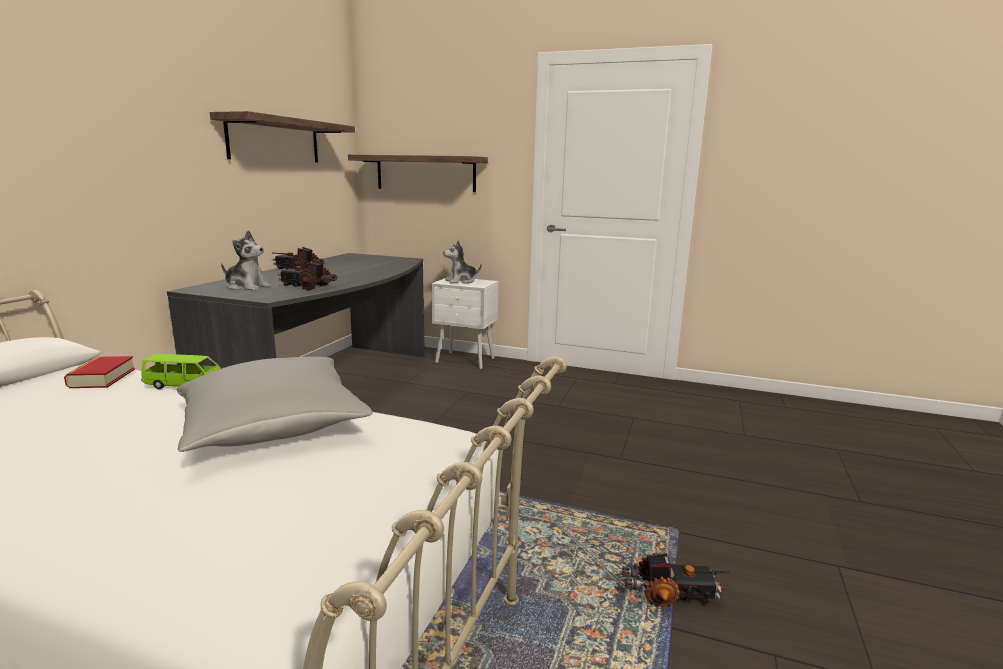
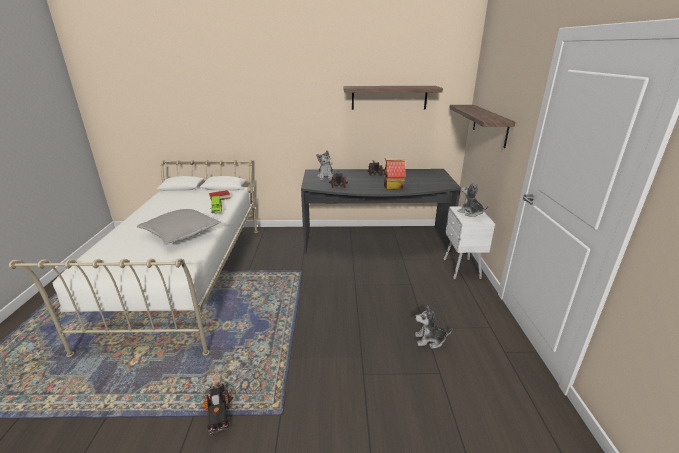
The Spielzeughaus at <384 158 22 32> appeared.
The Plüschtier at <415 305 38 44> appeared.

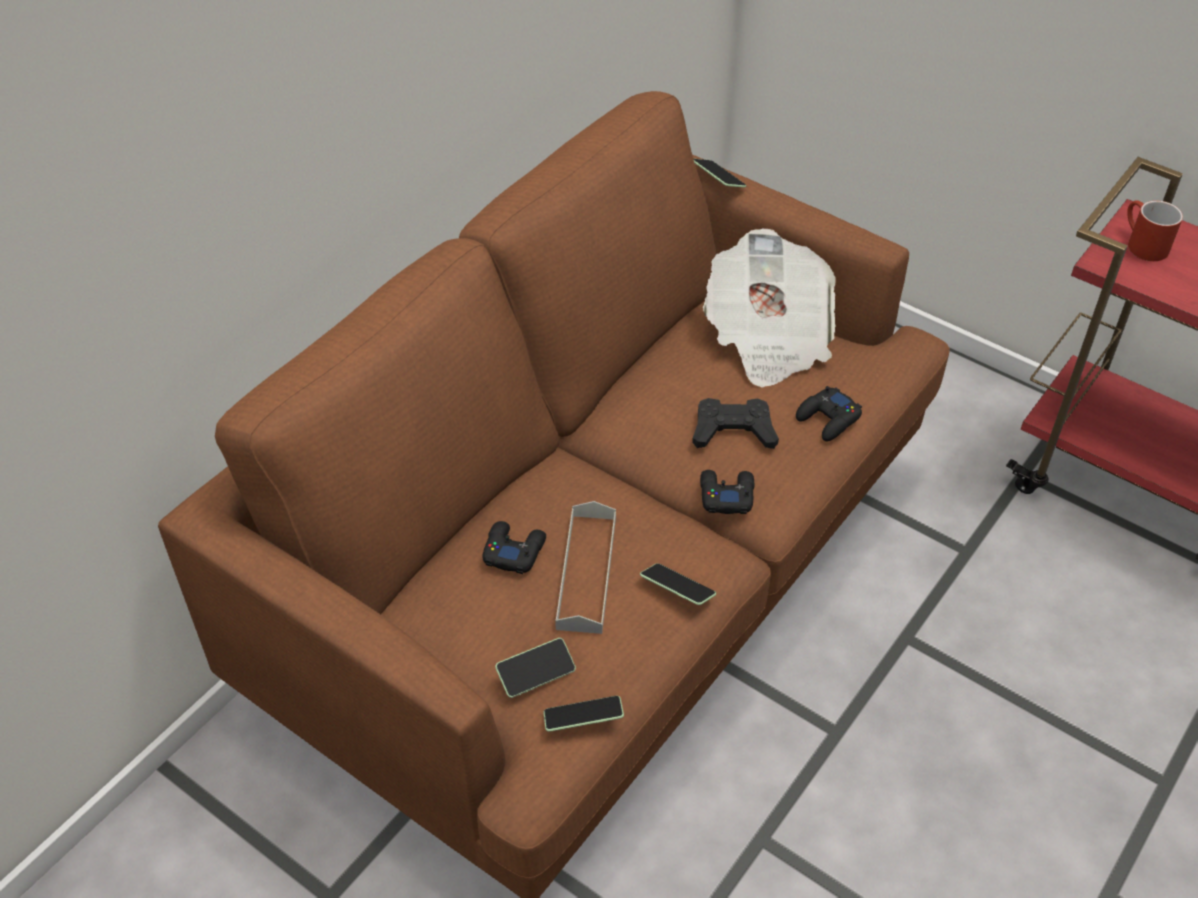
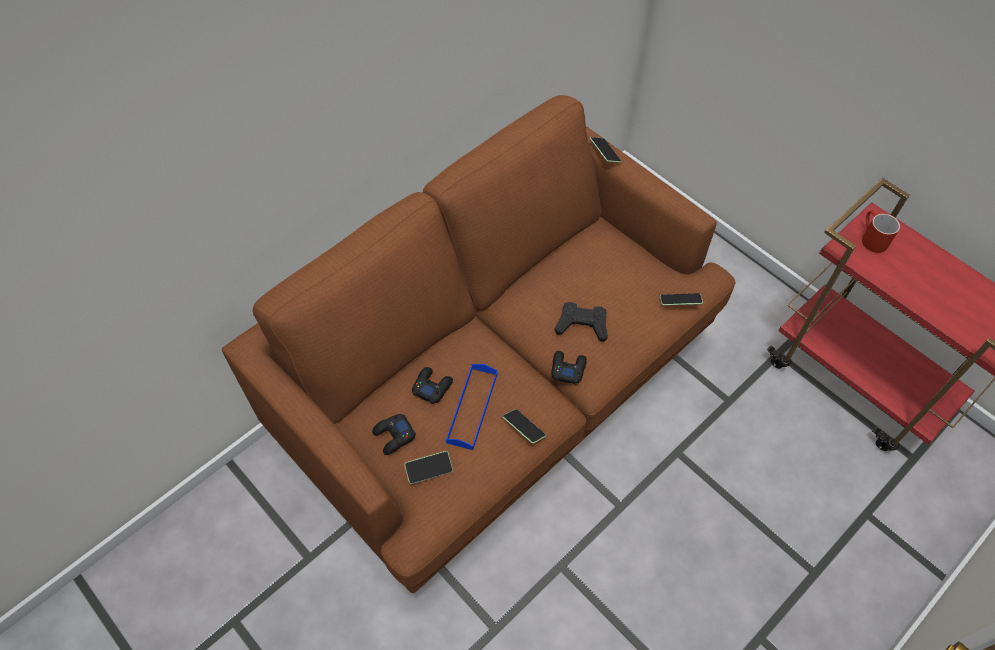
The Handy moved from <543 696 81 36> to <660 293 43 13>.
The Tablett (grau) at <555 501 61 133> became the Tablett (blau) at <446 364 51 86>.
The Zeitung at <703 229 133 159> disappeared.
The Gamepad (schwarz) moved from <796 386 66 55> to <372 414 44 41>.

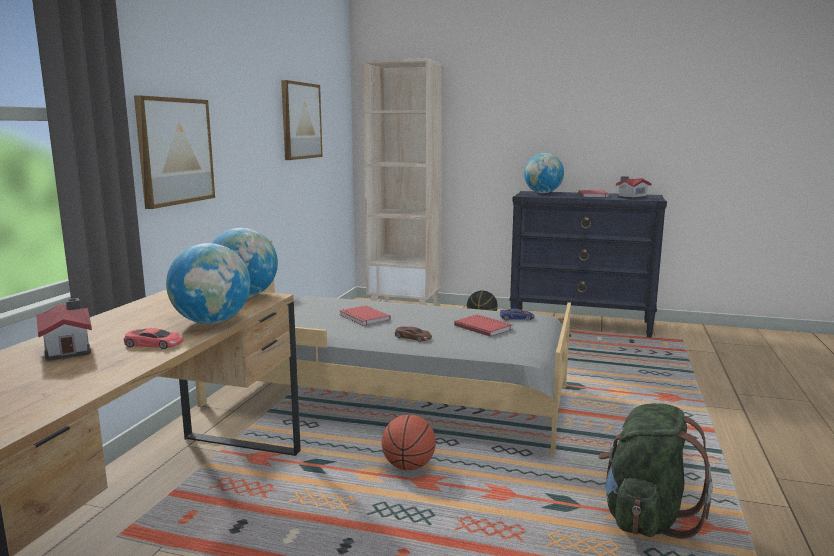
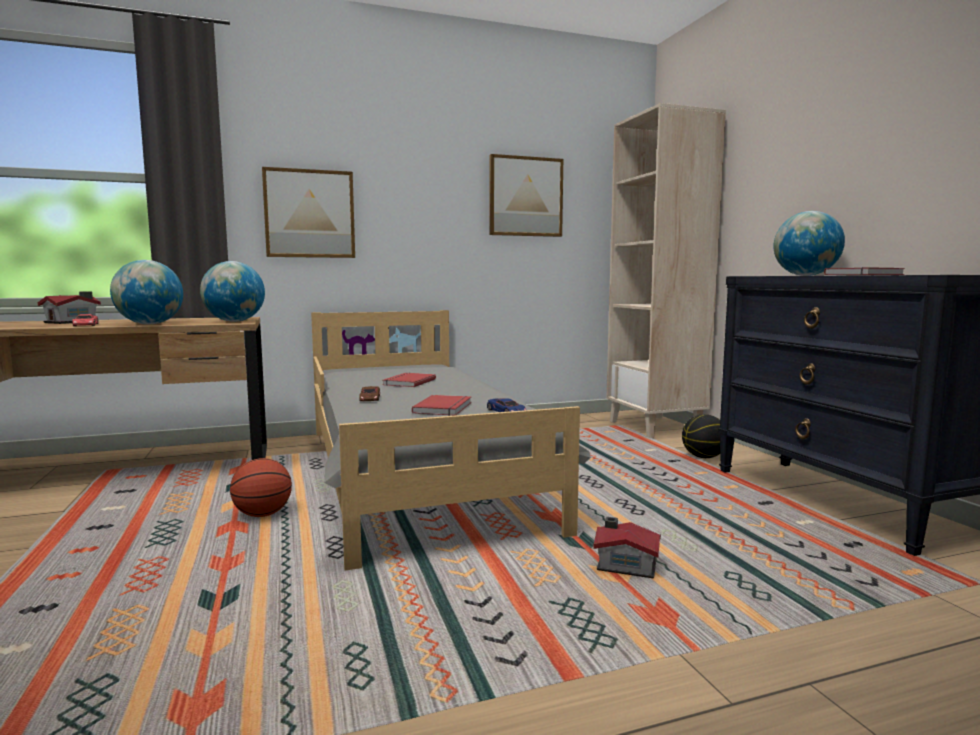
The Rucksack (grün) at <598 403 115 136> disappeared.
The Spielzeughaus moved from <616 176 35 23> to <594 517 67 61>.

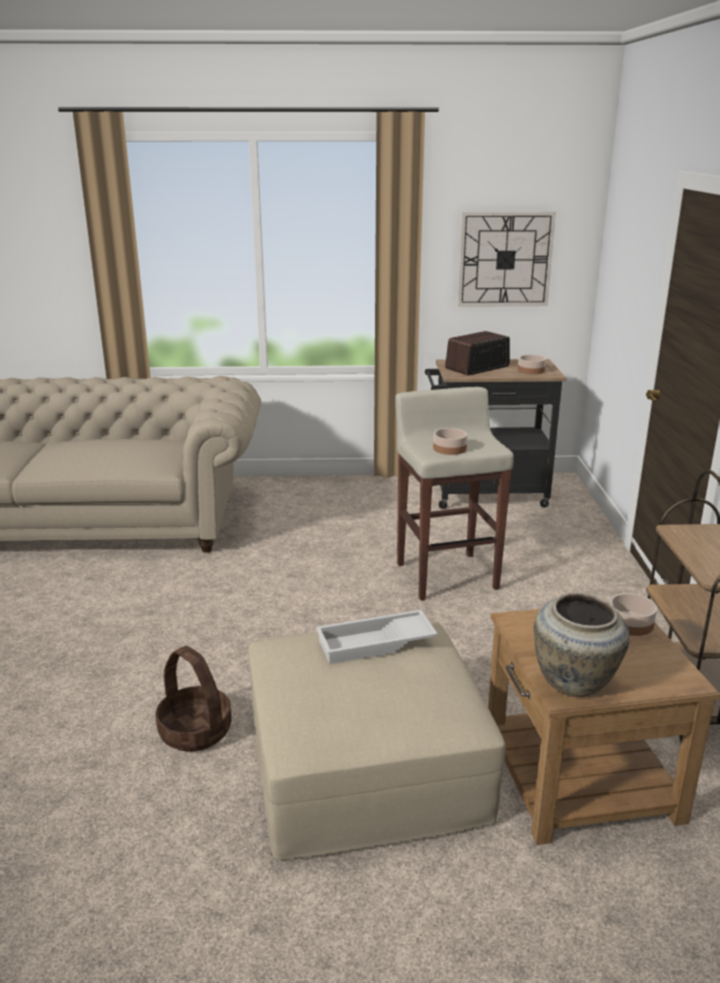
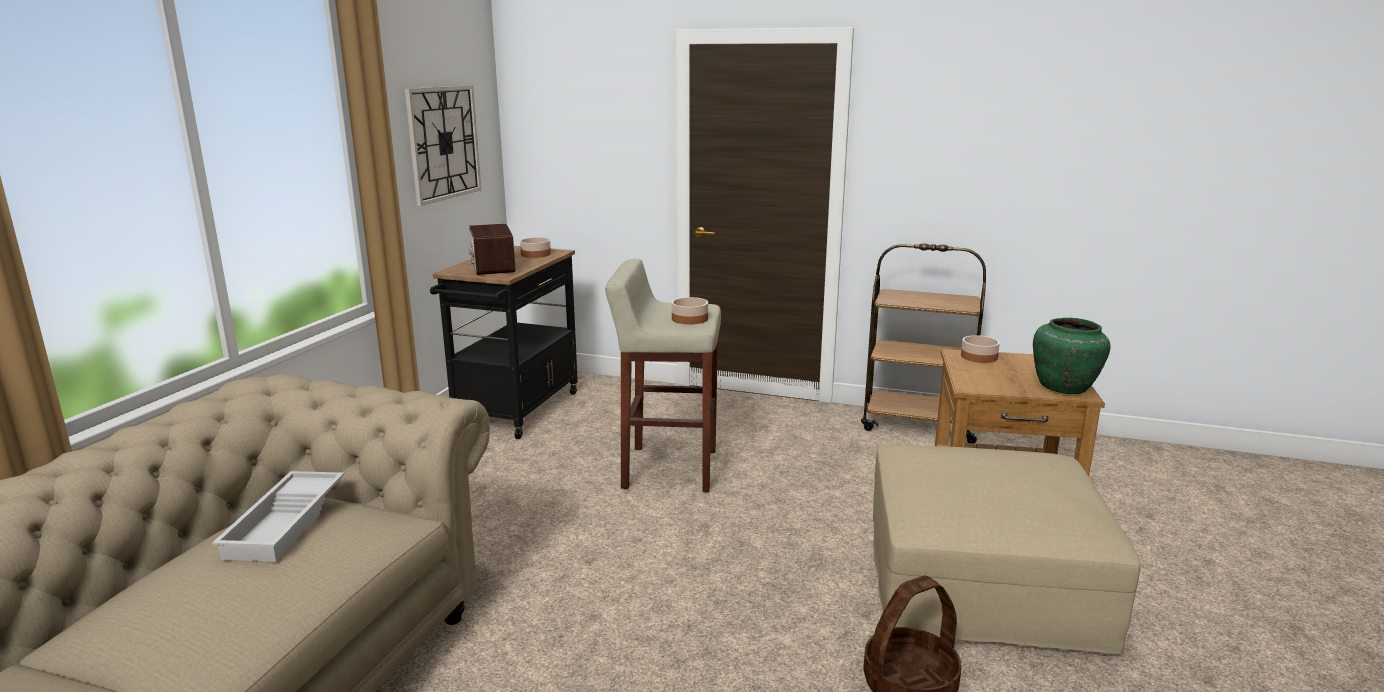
The Tablett (weiß) moved from <316 610 122 54> to <212 471 132 91>.
The Vase (beige) at <534 593 96 104> became the Vase (grün) at <1033 318 78 76>.

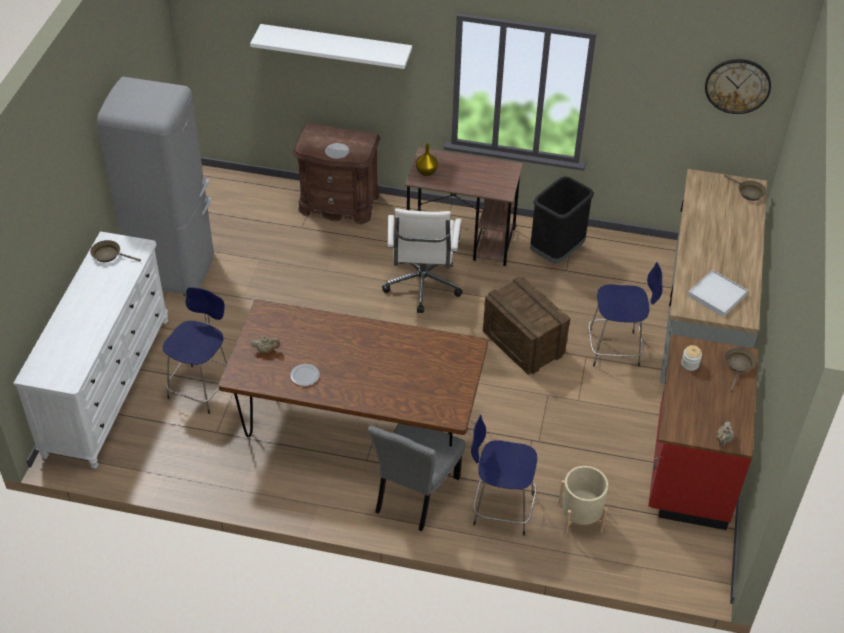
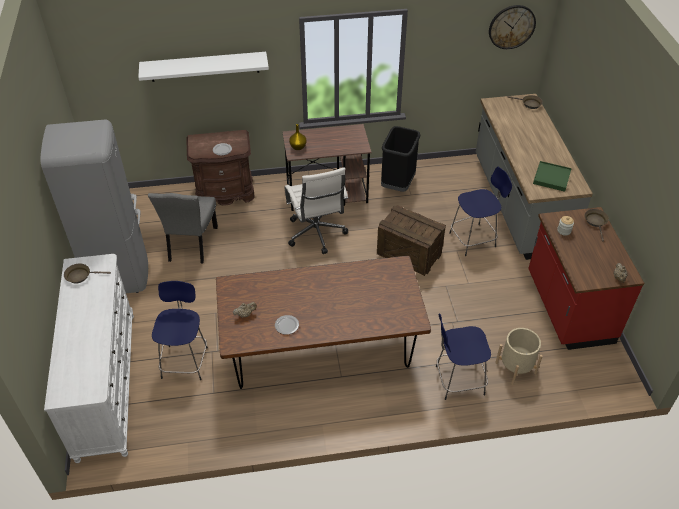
The Stuhl (grau) moved from <368 423 98 108> to <148 193 70 70>.
The Tablett (weiß) at <688 270 60 47> became the Tablett (grün) at <533 161 39 31>.

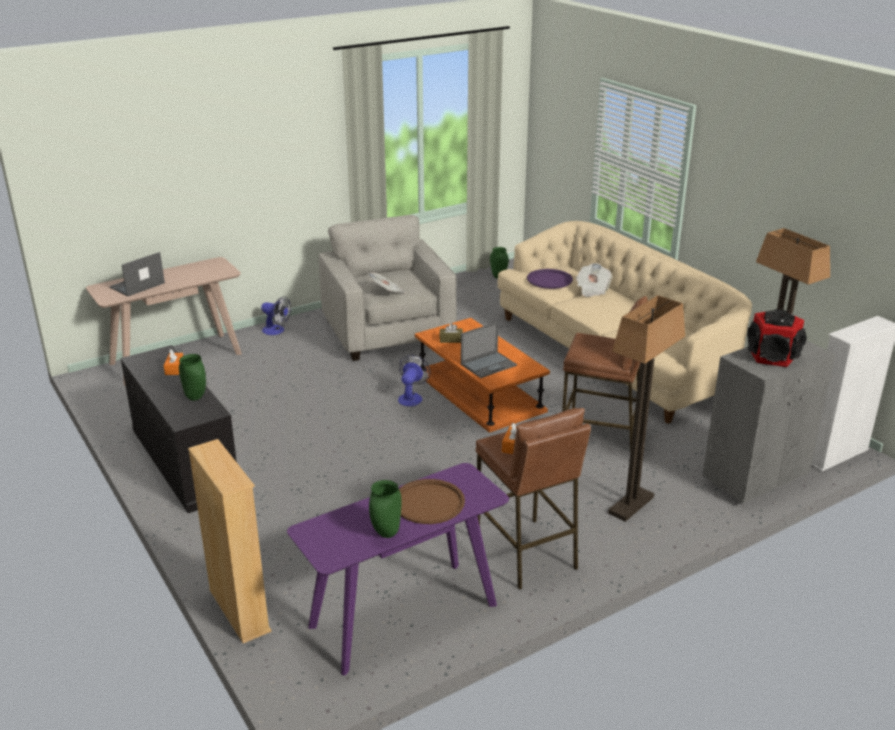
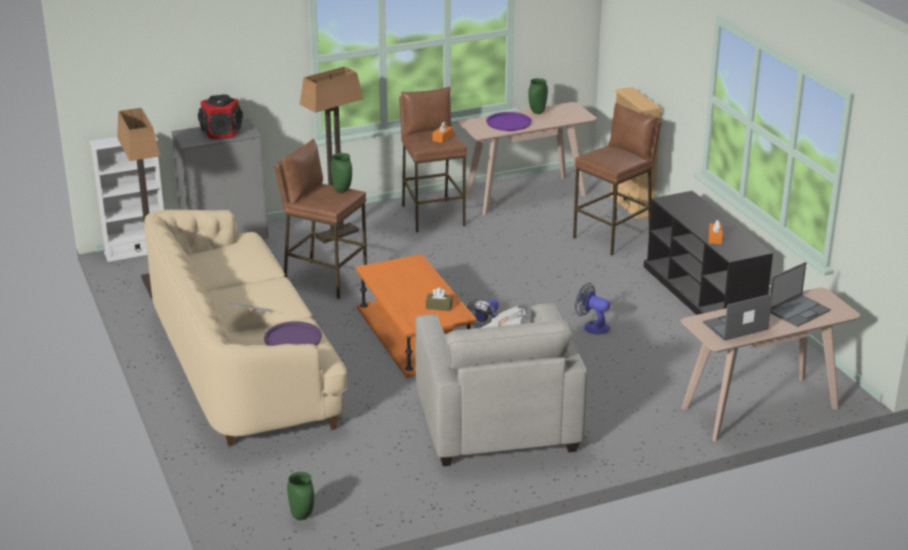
The Vase (grün) moved from <179 354 27 47> to <331 153 21 40>.
The Ventilator moved from <261 296 30 39> to <575 283 35 52>.
The Konsolentisch (lila) at <287 463 222 213> became the Konsolentisch (beige) at <458 102 139 113>.
The Tablett (braun) at <399 479 66 45> became the Tablett (lila) at <486 112 46 19>.
The Laptop moved from <461 322 56 56> to <703 294 70 47>.
The Hocker (braun) at <573 102 88 153> appeared.

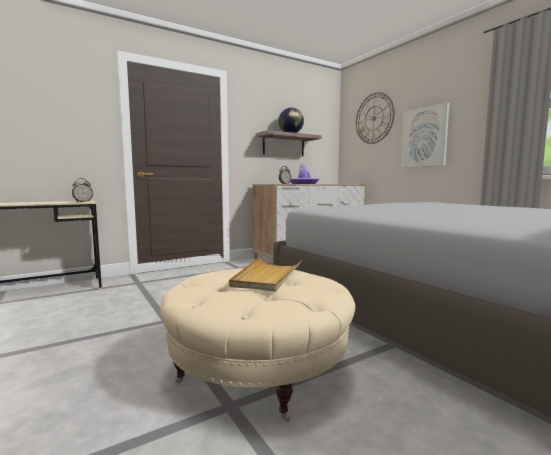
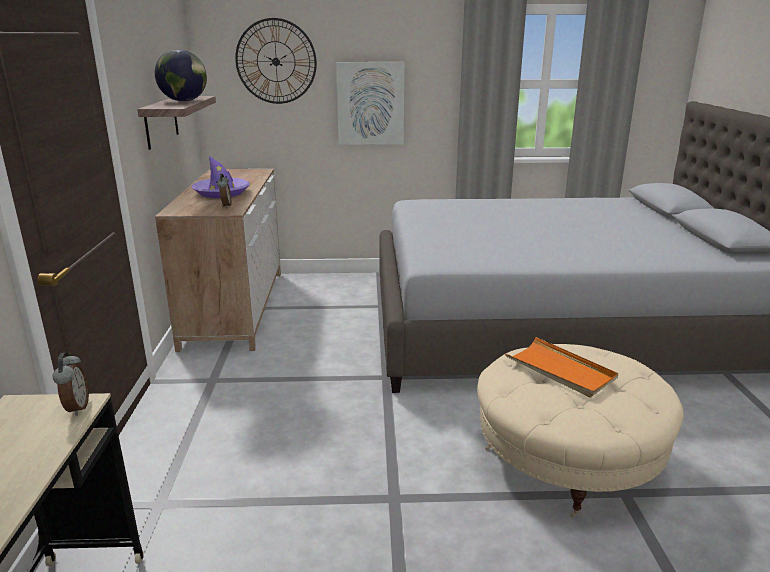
The Tablett (beige) at <229 257 73 34> became the Tablett (orange) at <505 337 113 60>.

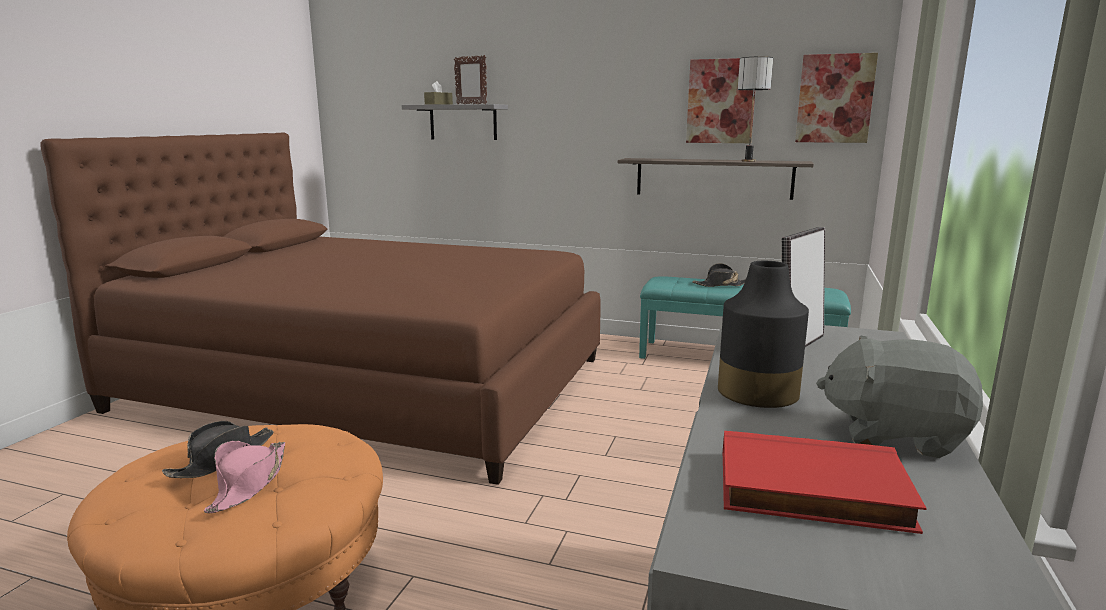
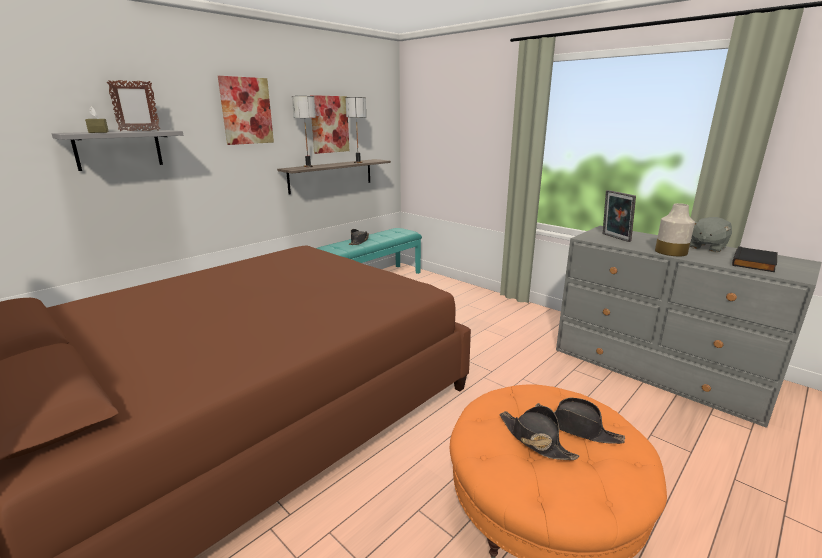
The Hut (rosa) at <204 441 81 72> became the Hut (schwarz) at <535 397 90 47>.
The Vase (schwarz) at <718 261 91 147> became the Vase (beige) at <655 203 40 53>.
The Buch (rot) at <723 431 204 103> became the Buch (schwarz) at <732 246 46 26>.
The Bild moved from <795 53 83 90> to <218 76 56 69>.
The Tischlampe at <292 96 24 71> appeared.

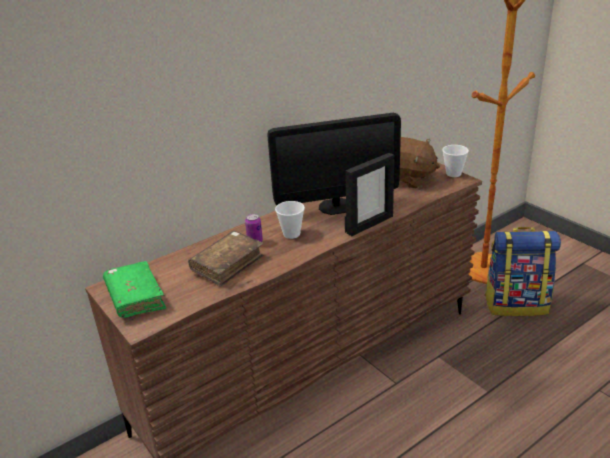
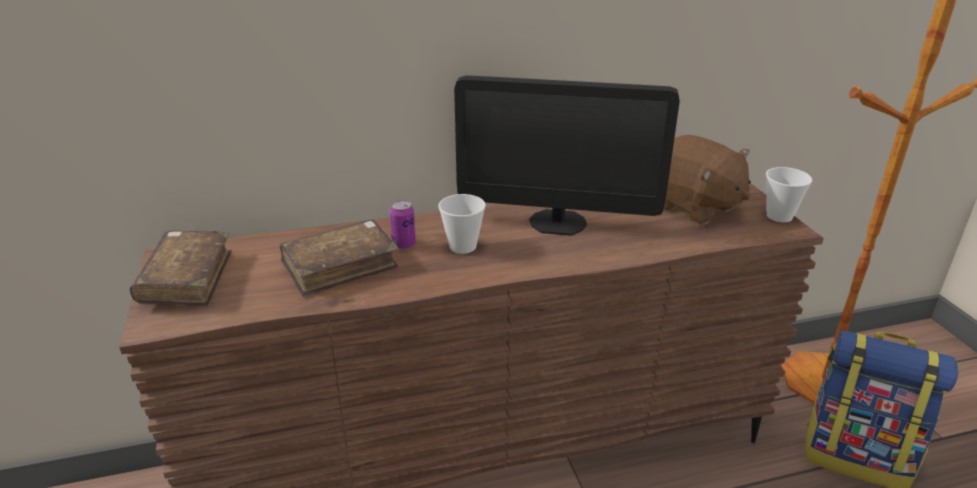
The Buch (grün) at <103 261 63 57> became the Buch (braun) at <130 230 102 77>.
The Bilderrahmen at <345 153 49 83> disappeared.

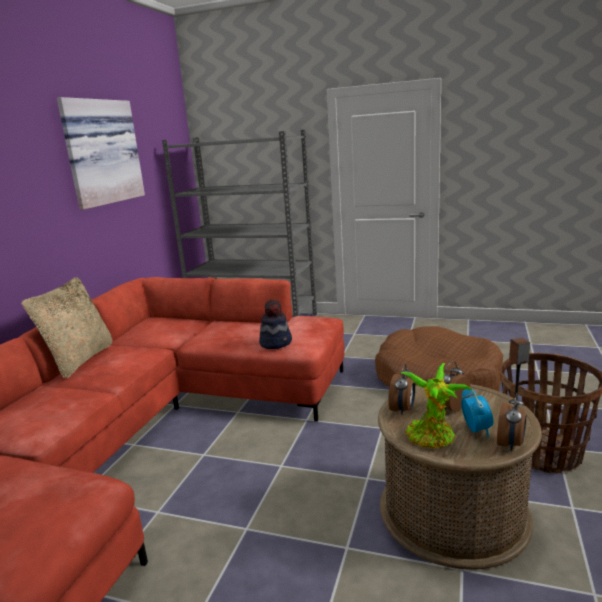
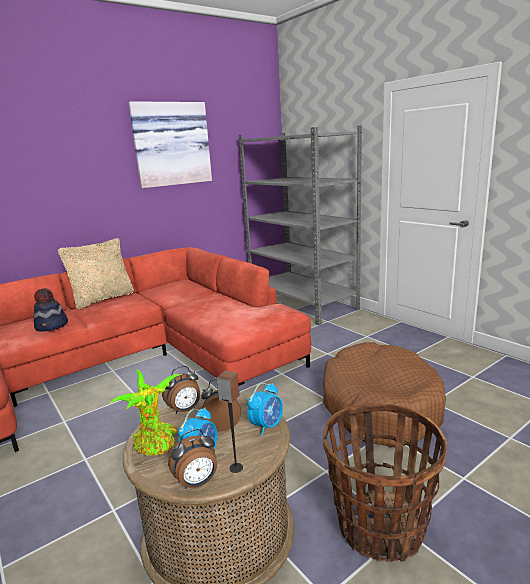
The Hut moved from <259 299 33 50> to <33 288 35 43>.
The Wecker at <247 383 36 53> appeared.

